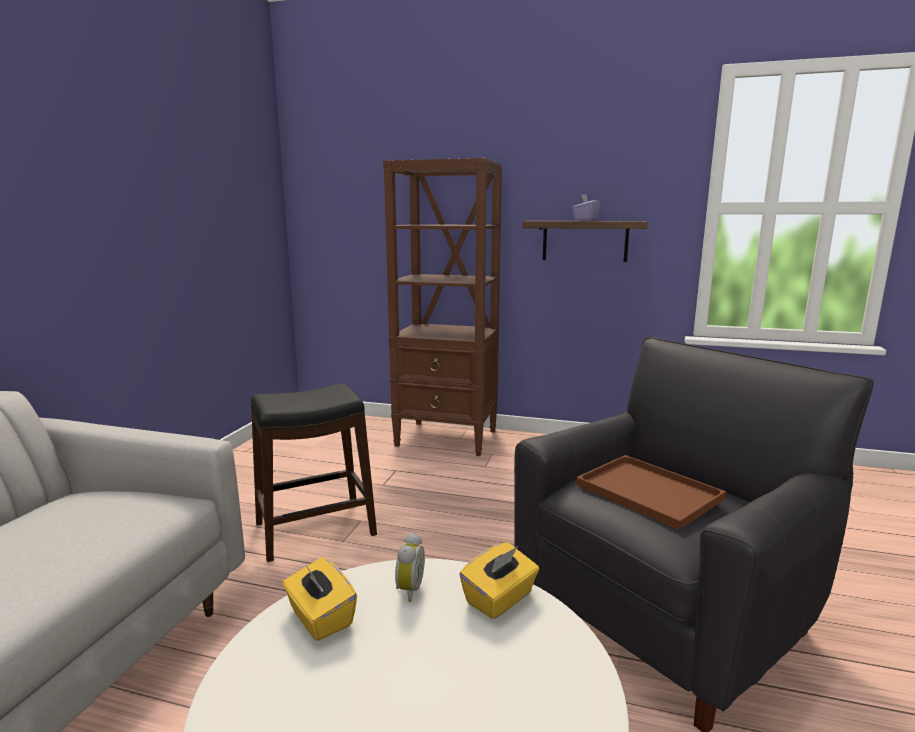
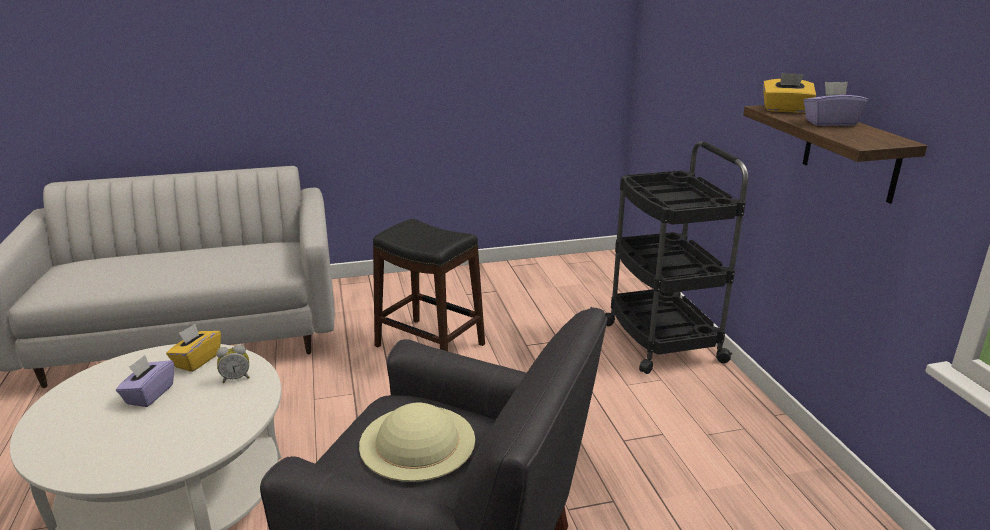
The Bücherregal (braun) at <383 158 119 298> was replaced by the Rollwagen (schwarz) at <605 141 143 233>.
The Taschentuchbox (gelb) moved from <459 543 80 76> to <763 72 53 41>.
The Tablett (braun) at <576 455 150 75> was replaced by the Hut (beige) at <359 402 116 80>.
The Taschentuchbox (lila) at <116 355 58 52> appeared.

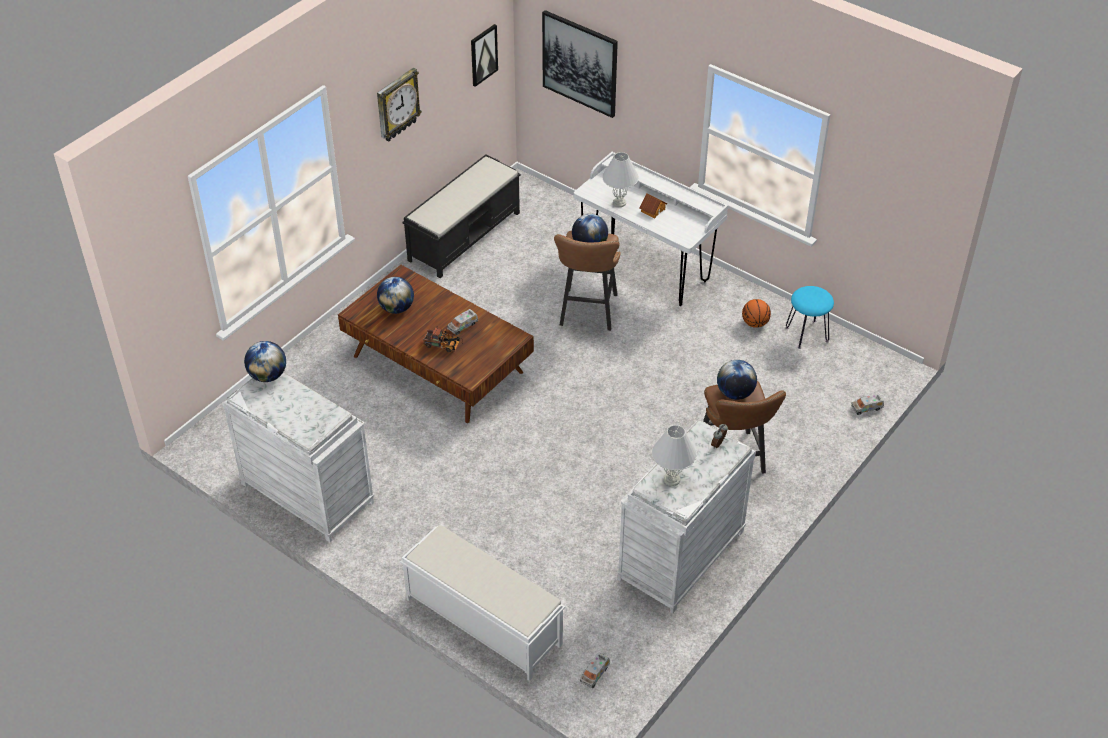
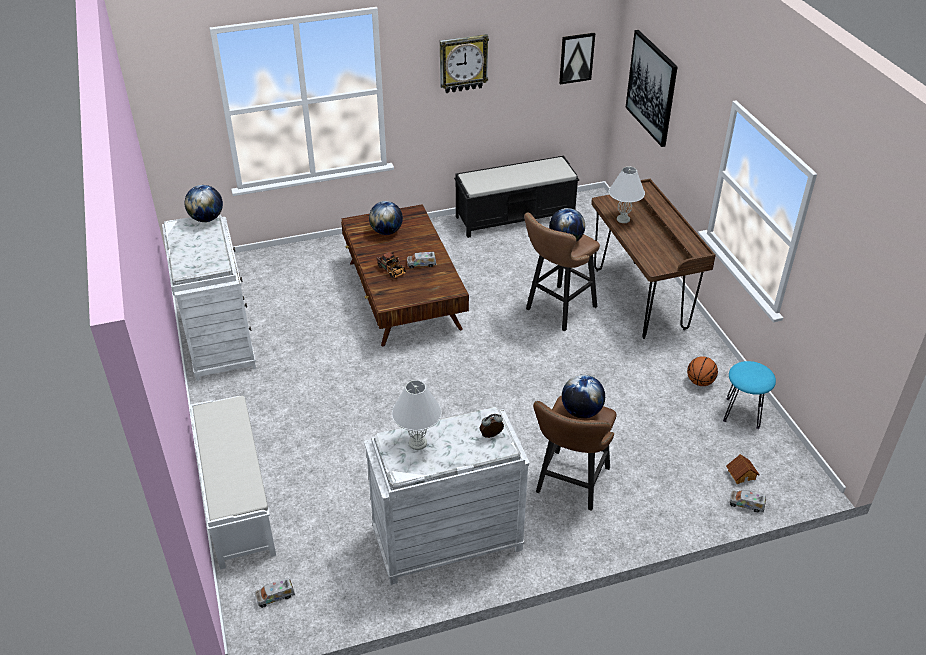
The Schreibtisch (weiß) at <574 152 154 154> became the Schreibtisch (braun) at <591 179 125 160>.
The Spielzeughaus moved from <640 193 27 25> to <726 454 33 30>.

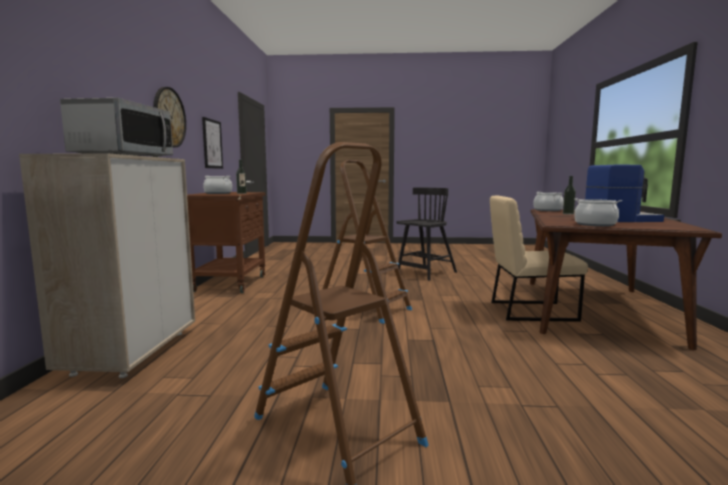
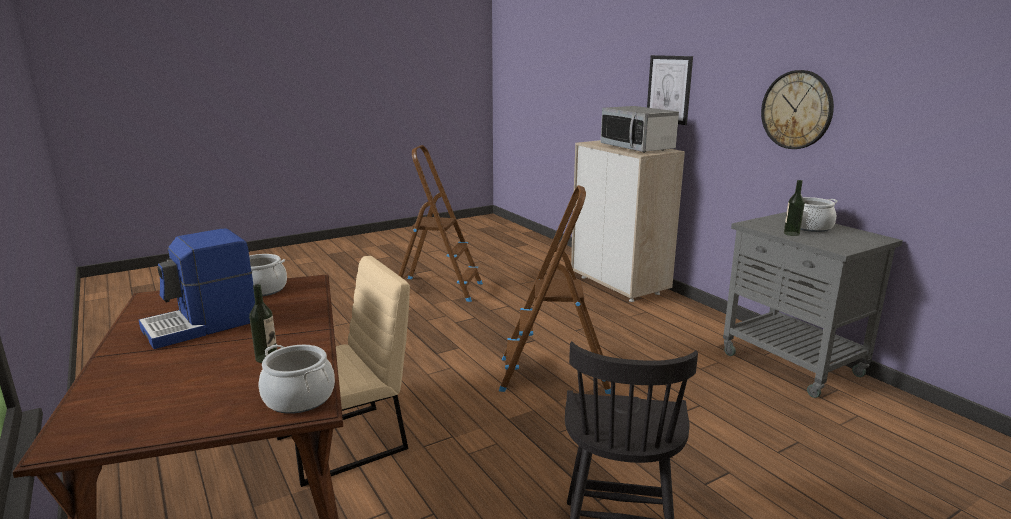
The Rollwagen (braun) at <187 192 79 101> became the Rollwagen (grau) at <723 212 180 186>.
The Bild moved from <202 117 21 52> to <647 55 46 70>.

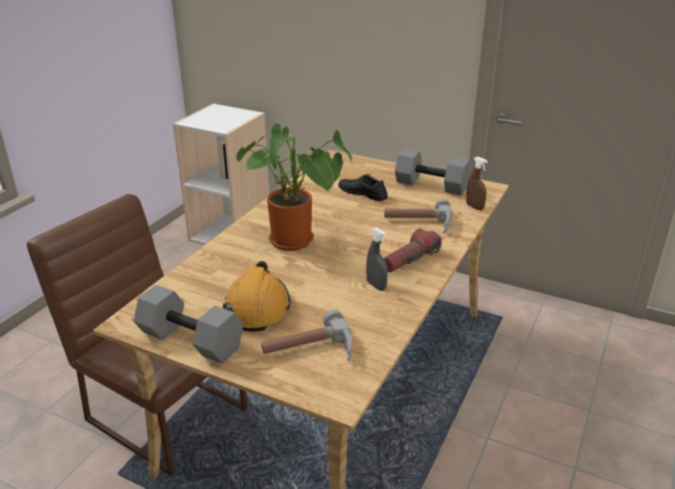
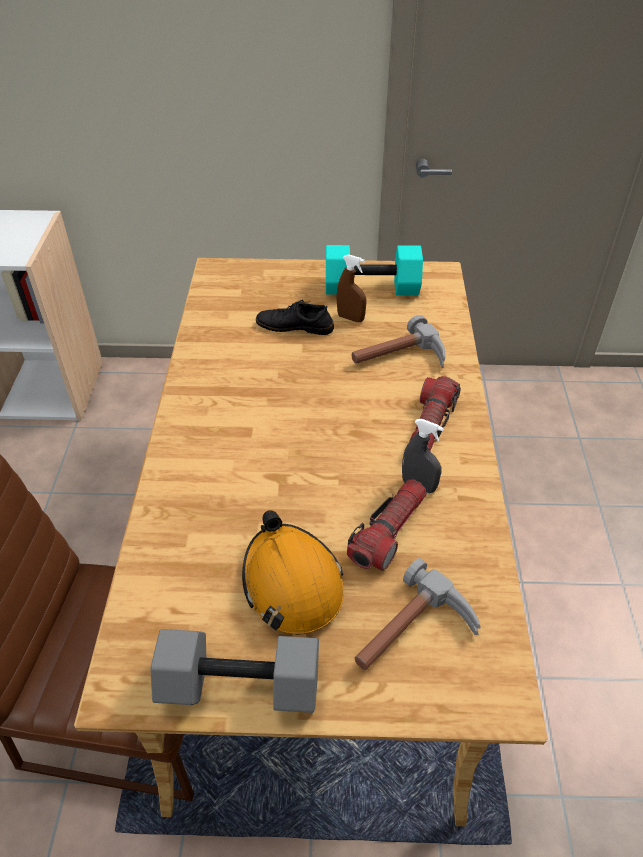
The Topfpflanze at <236 123 116 128> disappeared.
The Hantel (grau) at <395 148 75 47> became the Hantel (türkis) at <326 245 97 50>.
The Sprühflasche (braun) moved from <466 157 22 53> to <336 254 30 68>.
The Taschenlampe at <347 479 80 92> appeared.

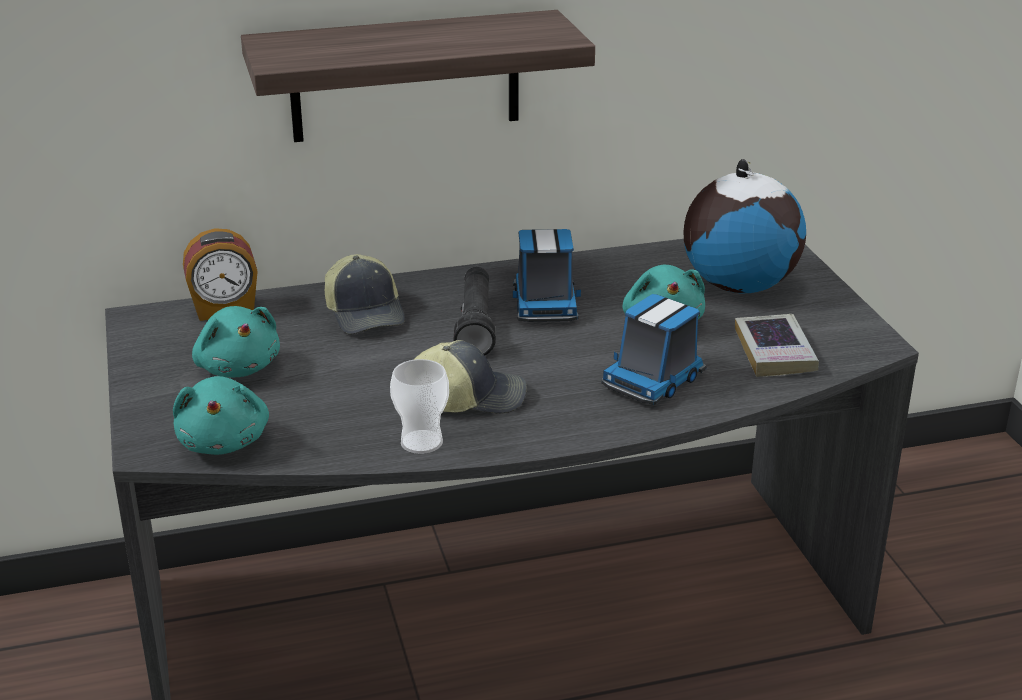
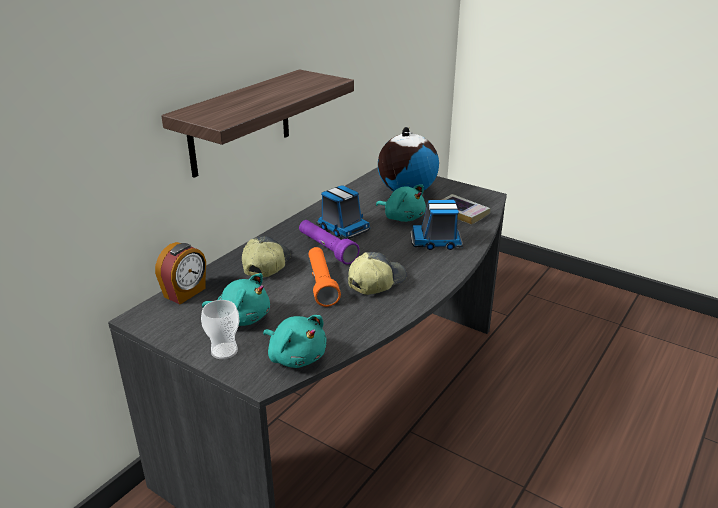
The Kappe at <325 254 80 81> turned 105 degrees counterclockwise.
The Tasse moved from <390 359 59 95> to <201 300 38 59>.
The Taschenlampe (schwarz) at <453 267 43 89> became the Taschenlampe (lila) at <299 220 60 45>.
The Spielzeuglaster at <601 294 106 111> turned 90 degrees clockwise.
The Taschenlampe (orange) at <309 247 32 60> appeared.

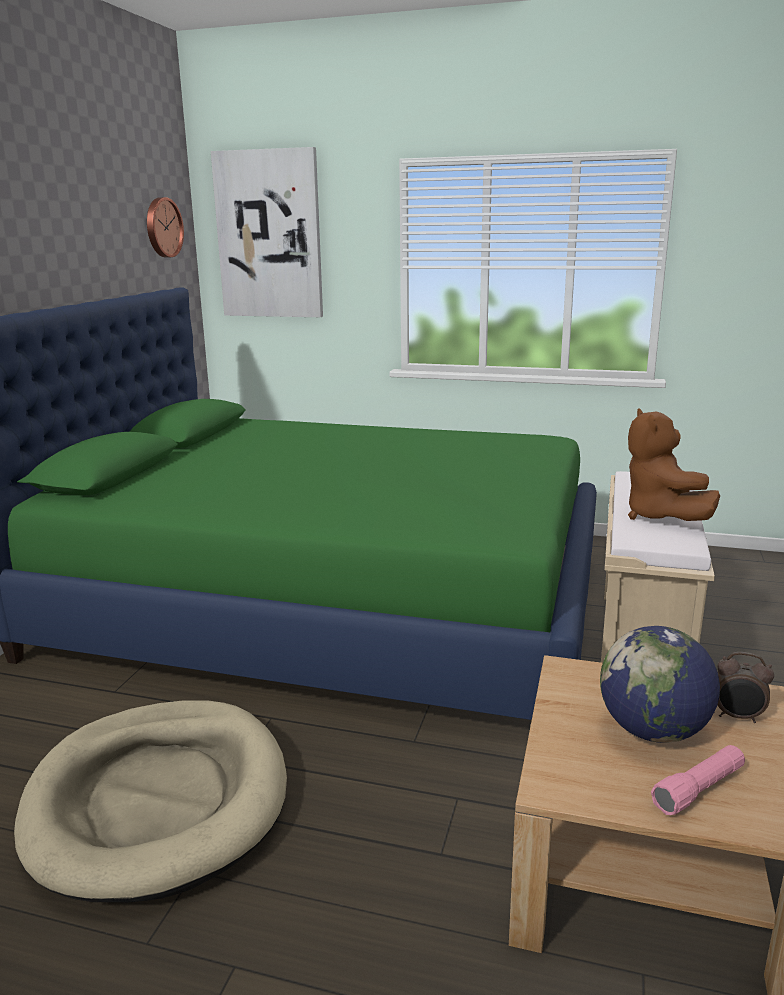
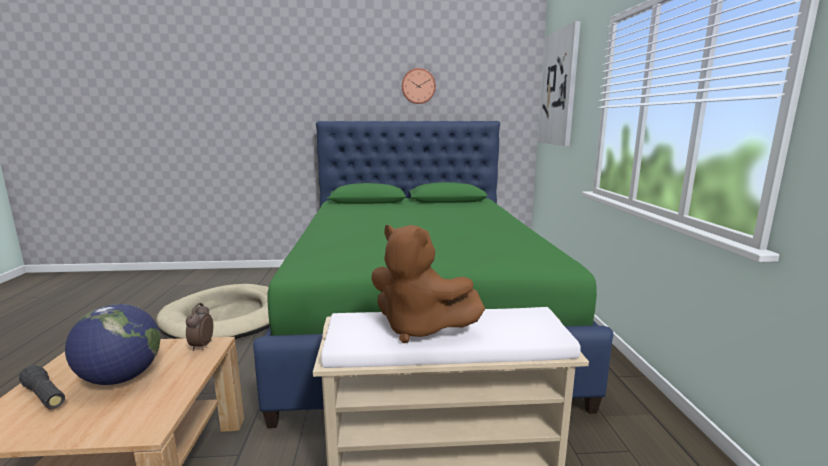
The Wanduhr moved from <147 197 37 60> to <402 68 34 36>.
The Plüschtier (braun) at <628 408 92 113> turned 120 degrees counterclockwise.
The Taschenlampe (rosa) at <651 745 94 70> became the Taschenlampe (schwarz) at <19 365 46 44>.
The Wecker moved from <718 652 56 71> to <186 303 27 48>.

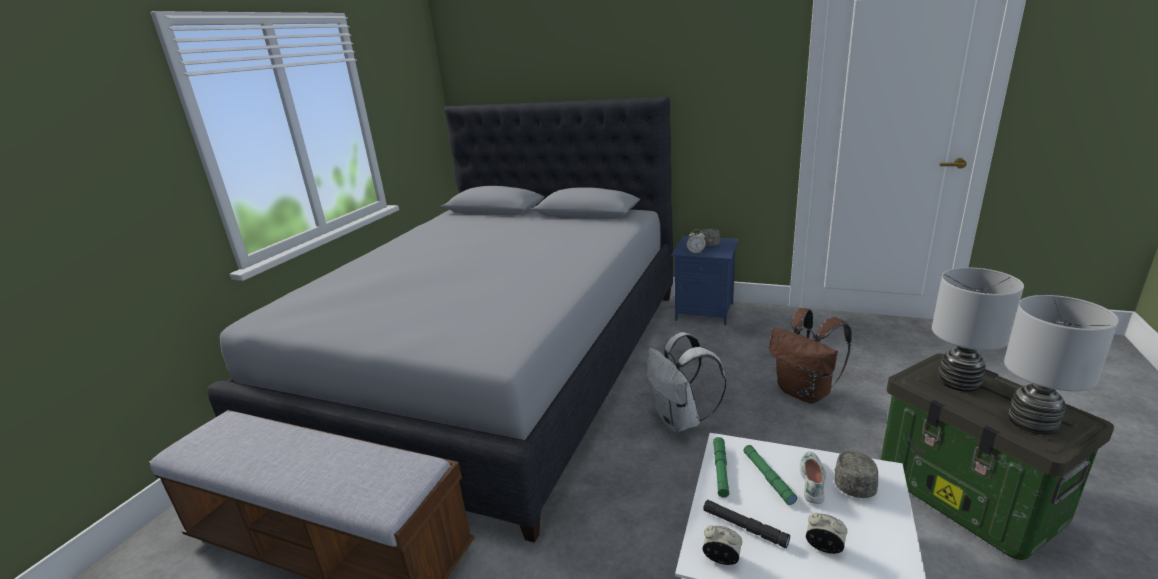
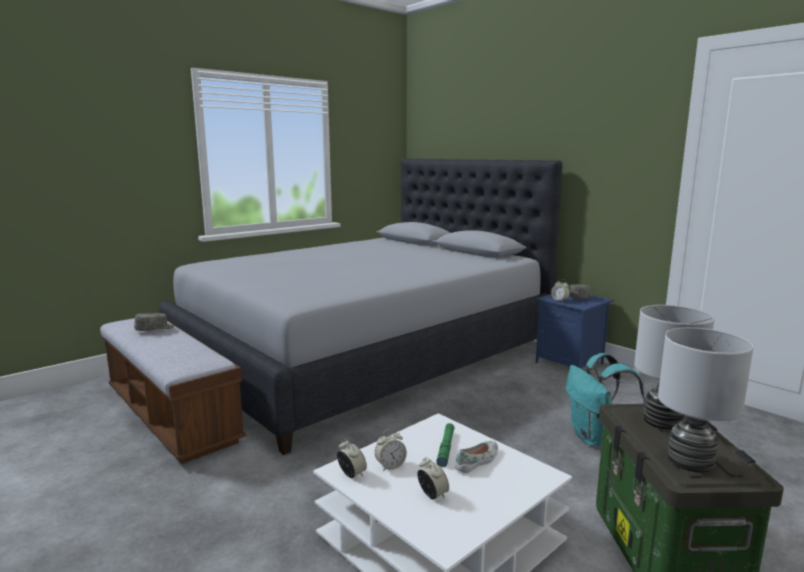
The Rucksack (weiß) at <647 332 79 101> disappeared.
The Taschenlampe (schwarz) at <703 500 87 48> was replaced by the Wecker at <375 429 32 42>.
The Taschenlampe (grün) at <713 437 16 61> disappeared.
The Rucksack (braun) at <769 308 83 95> became the Rucksack (türkis) at <566 353 79 93>.
The Kappe (grau) moved from <834 451 44 47> to <134 313 40 18>.

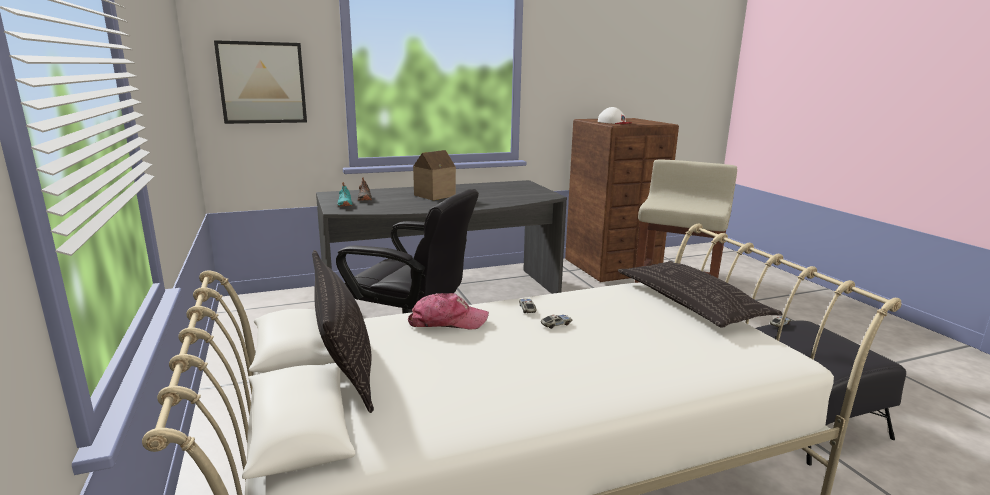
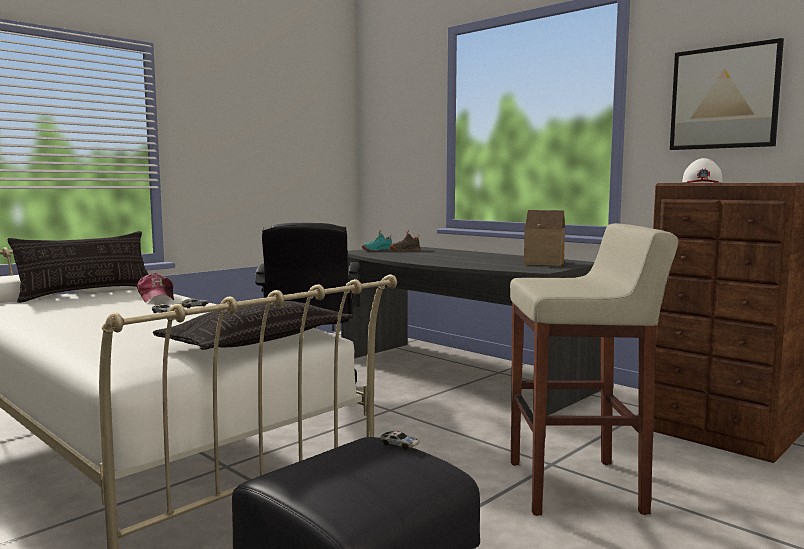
The Bild moved from <214 40 93 84> to <670 38 114 112>.
The Spielzeughaus moved from <413 150 43 50> to <524 210 41 56>.

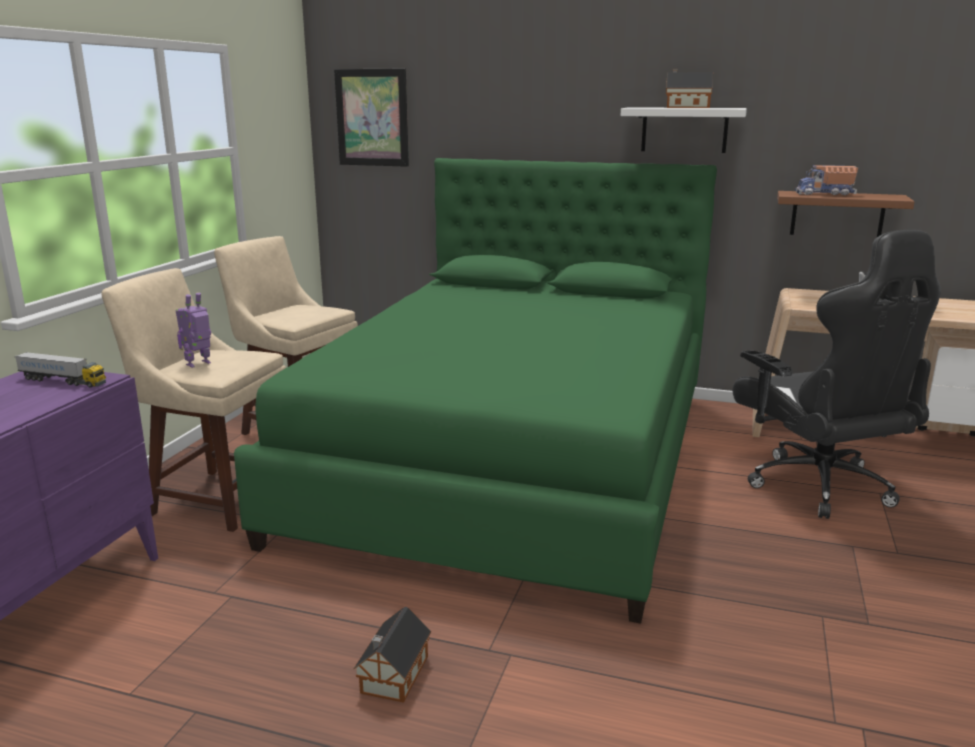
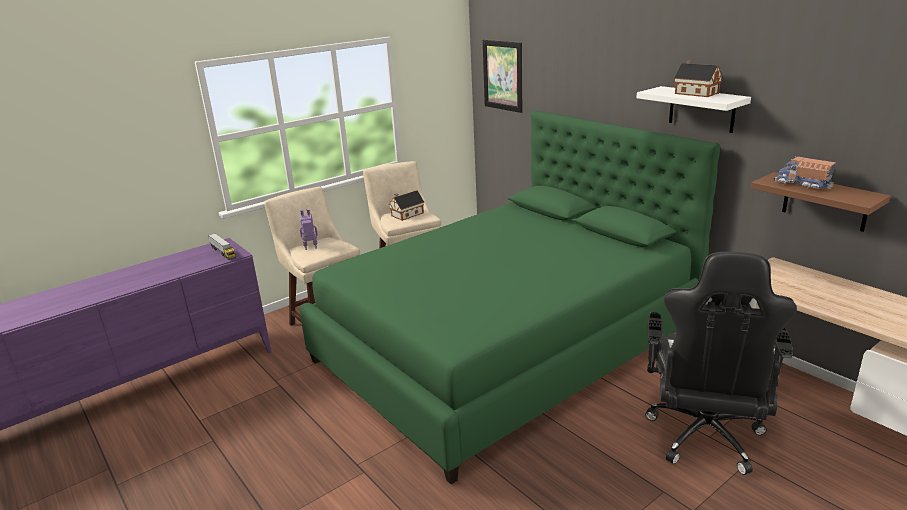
The Spielzeughaus moved from <353 607 78 96> to <389 190 35 31>.

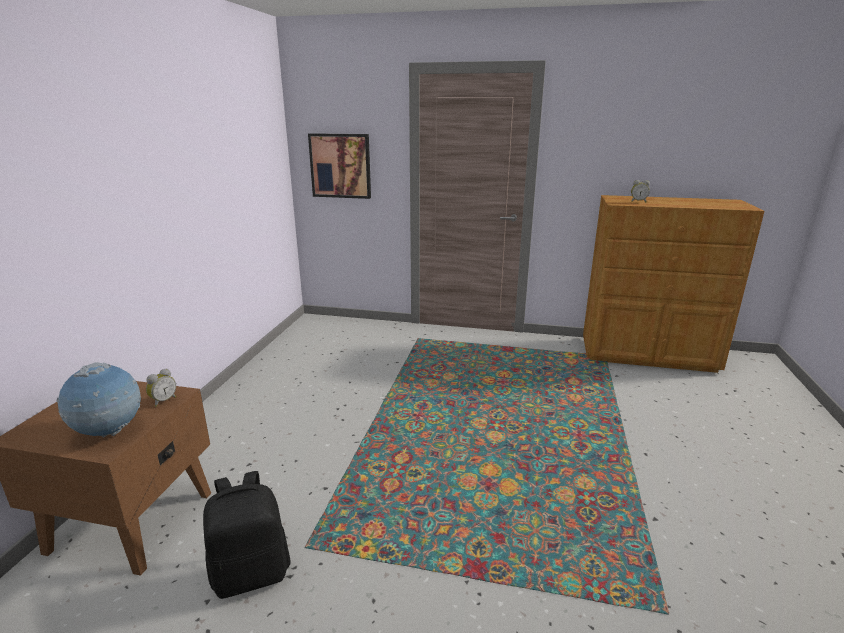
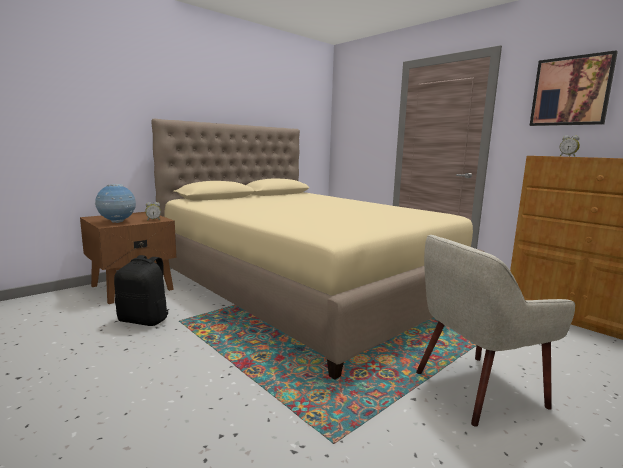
The Bild moved from <308 133 63 66> to <530 50 88 76>.
The Bett (beige) at <151 119 333 261> appeared.
The Sessel (beige) at <416 235 159 192> appeared.

